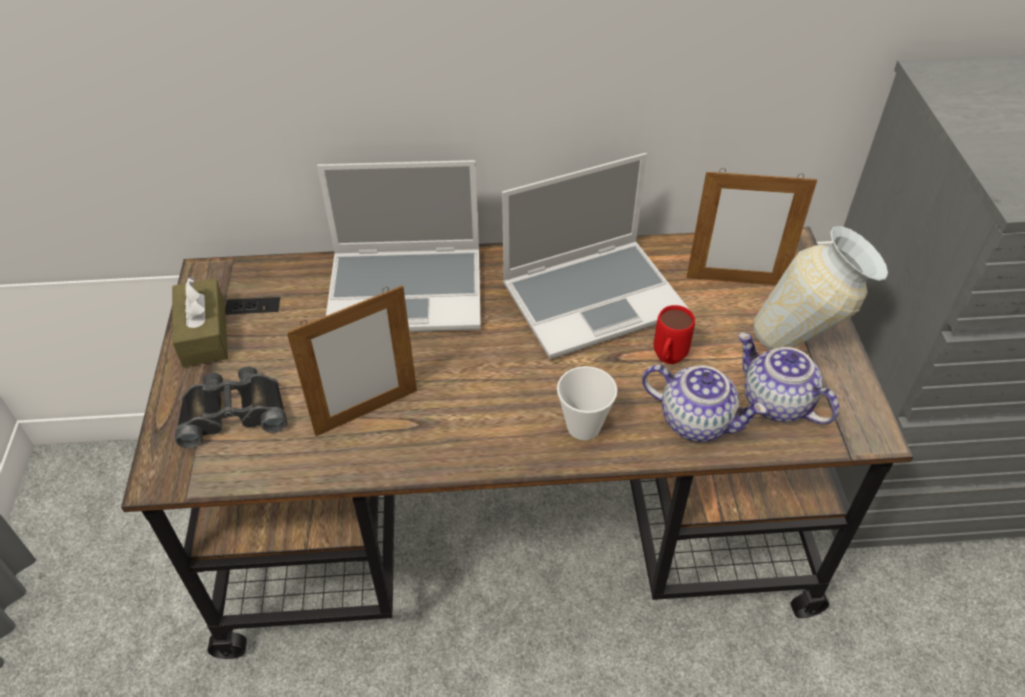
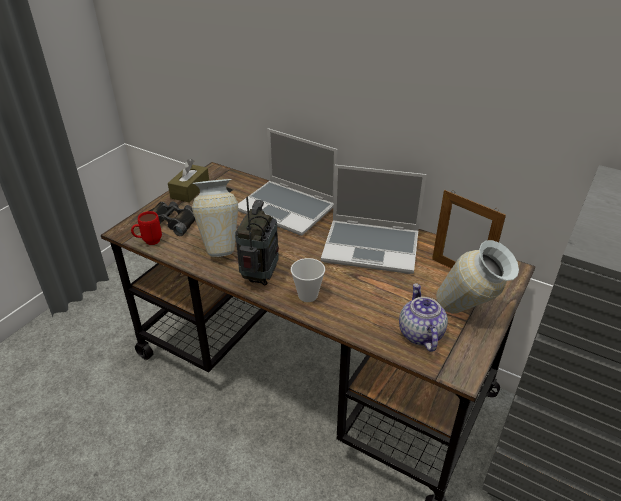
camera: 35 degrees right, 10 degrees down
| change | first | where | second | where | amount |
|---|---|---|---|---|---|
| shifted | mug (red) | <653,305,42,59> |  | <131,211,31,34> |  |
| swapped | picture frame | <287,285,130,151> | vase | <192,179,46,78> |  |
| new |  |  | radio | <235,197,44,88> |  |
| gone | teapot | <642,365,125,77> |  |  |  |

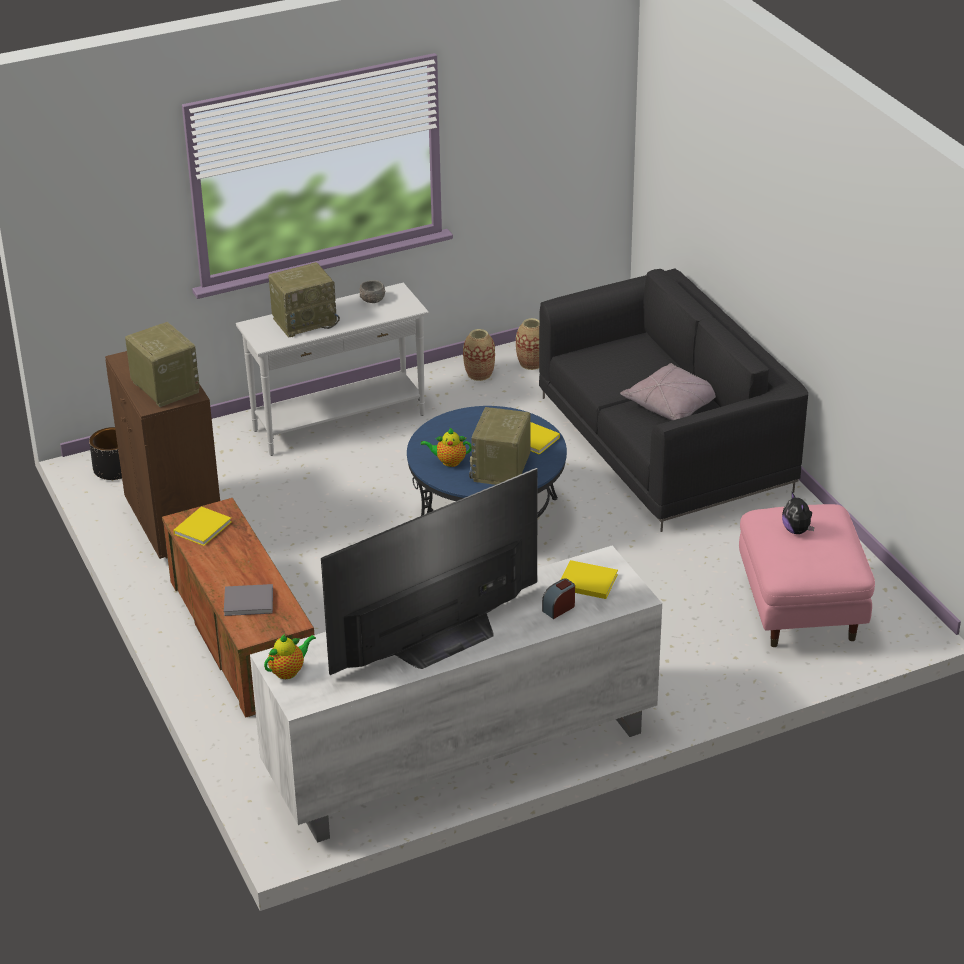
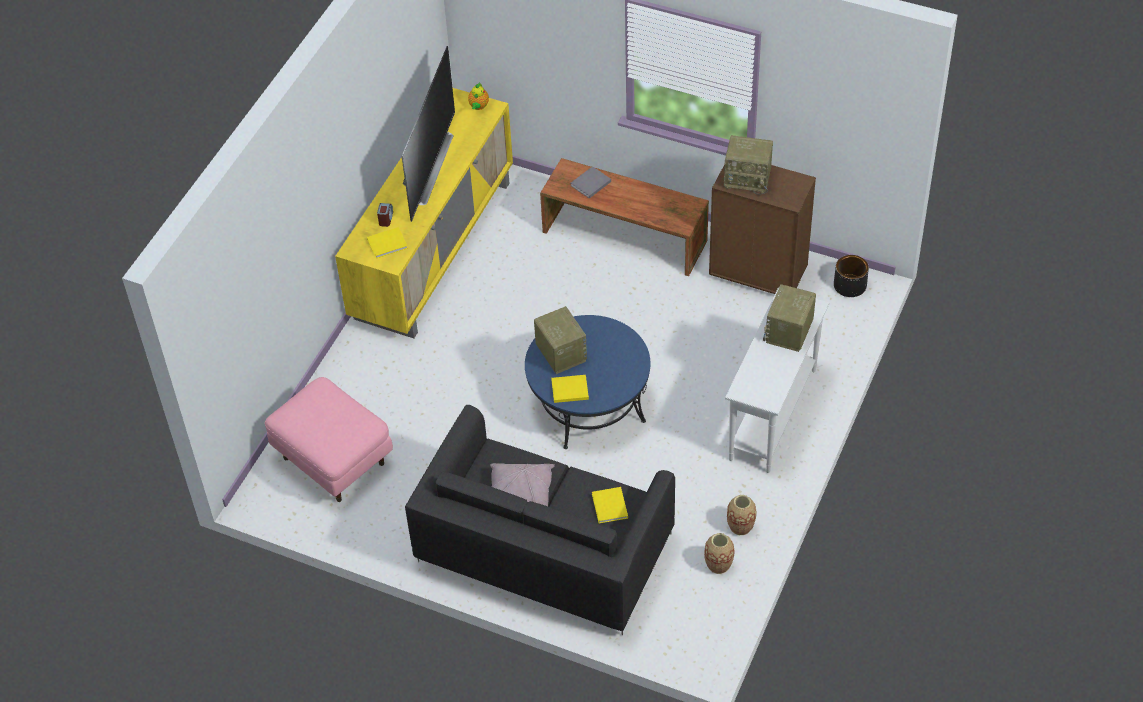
camera: 140 degrees right, 15 degrees up
| change | first | where | second | where | amount |
|---|---|---|---|---|---|
| repainted | tv stand (white) | <250,546,412,297> | tv stand (yellow) | <335,88,178,250> |  |
| shifted | book (yellow) | <173,506,58,40> |  | <592,487,36,36> |  |
| gone | bowl (grey) | <359,280,26,23> |  |  |  |
| gone | teapot | <421,428,51,39> |  |  |  |
| gone | plush toy | <782,491,32,43> |  |  |  |

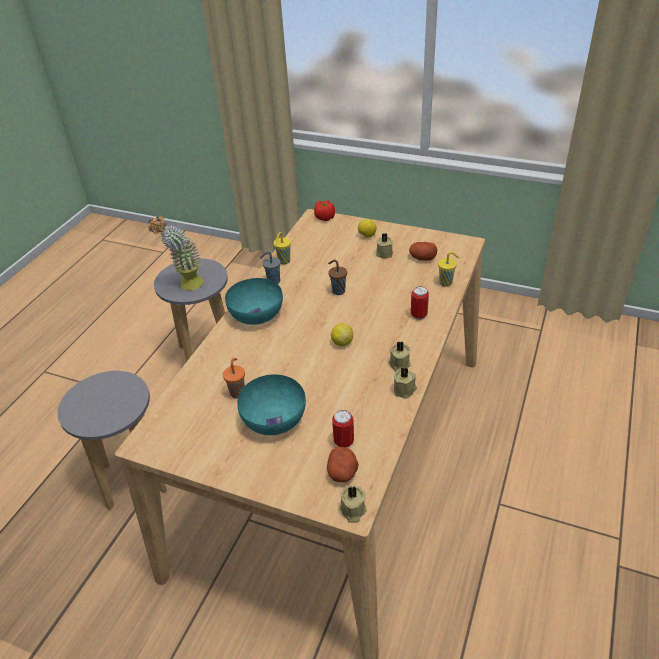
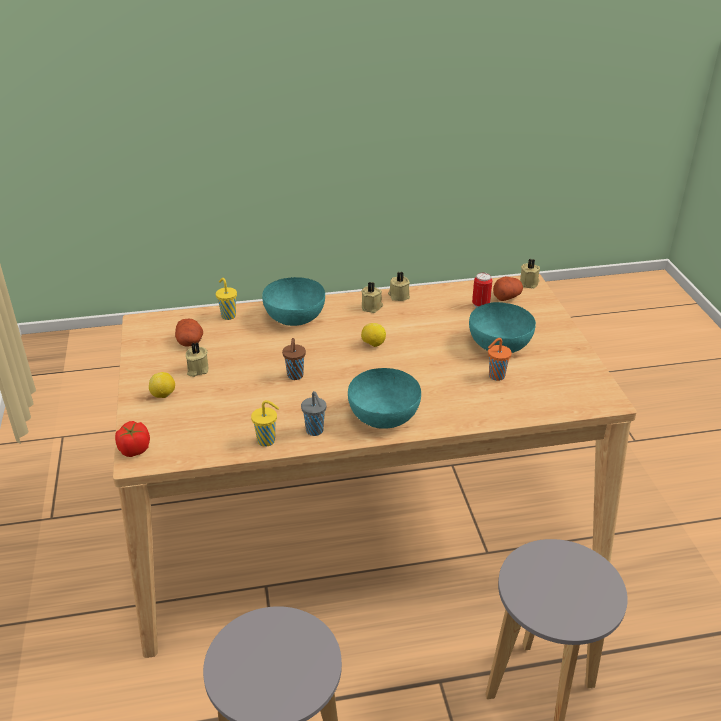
camera: 125 degrees left, 5 degrees down
| change | first | where | second | where | amount |
|---|---|---|---|---|---|
| swapped | can | <411,286,18,34> | bowl (turquoise) | <262,277,63,49> |  |
| gone | potted plant | <149,216,54,74> |  |  |  |

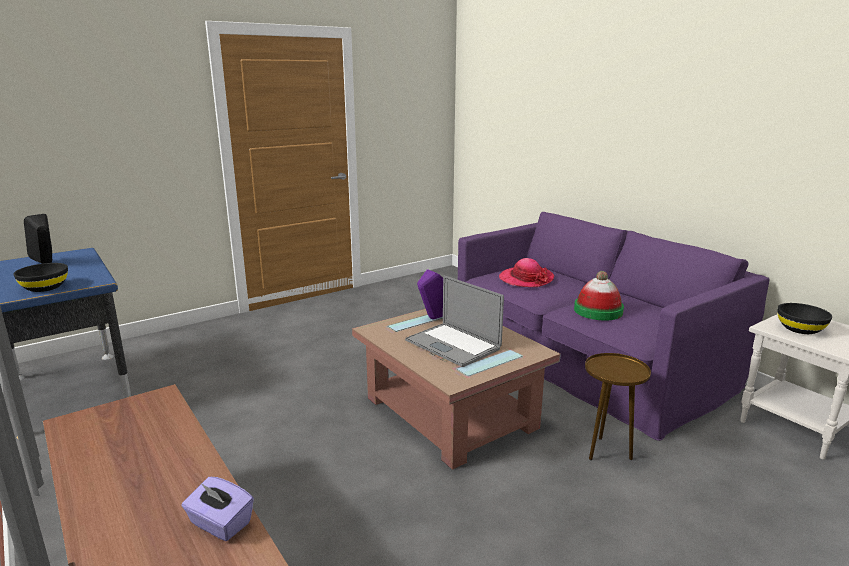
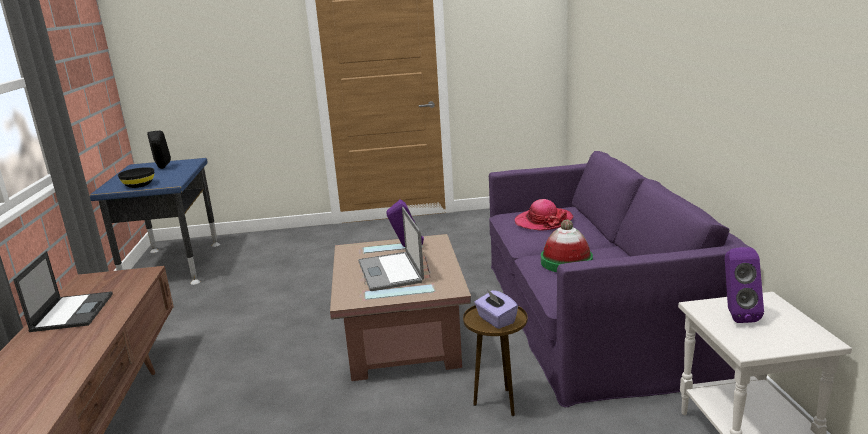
camera: 30 degrees right, 0 degrees up
| change | first | where | second | where | amount |
|---|---|---|---|---|---|
| new |  |  | laptop | <13,251,100,81> |  |
| shifted | tissue box (purple) | <182,477,72,64> |  | <474,290,44,39> |  |
| swapped | bowl (black) | <777,303,55,31> | speaker (purple) | <725,247,39,76> |  |

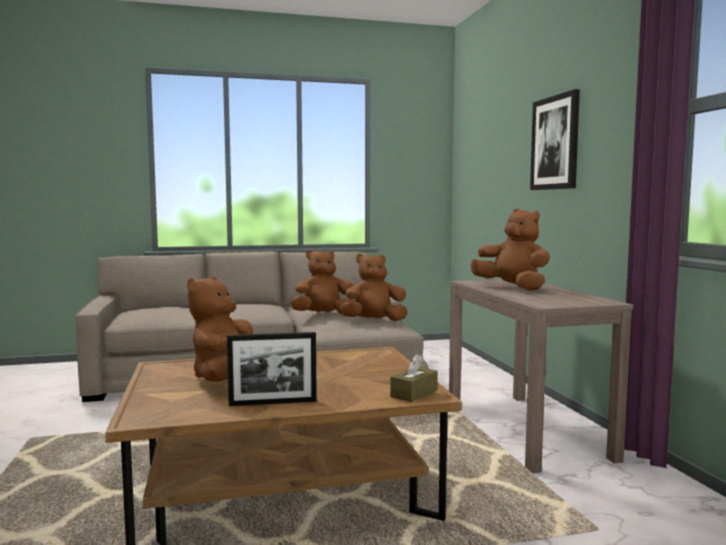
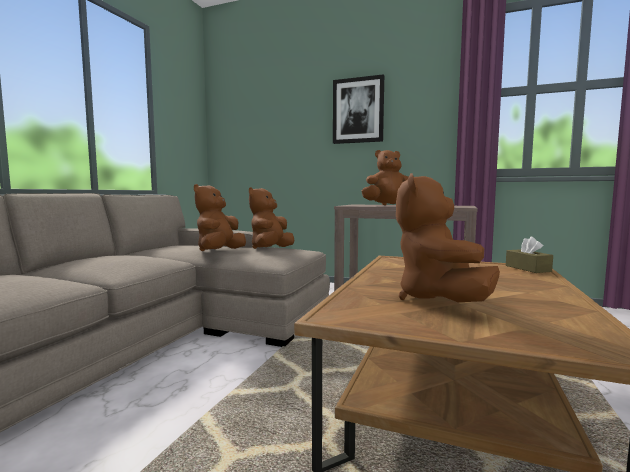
camera: 55 degrees left, 0 degrees up
| change | first | where | second | where | amount |
|---|---|---|---|---|---|
| rotated | plush toy (brown) | <187,276,66,106> |  | <396,173,104,129> | 45 degrees clockwise |
| gone | picture frame | <227,332,90,74> |  |  |  |

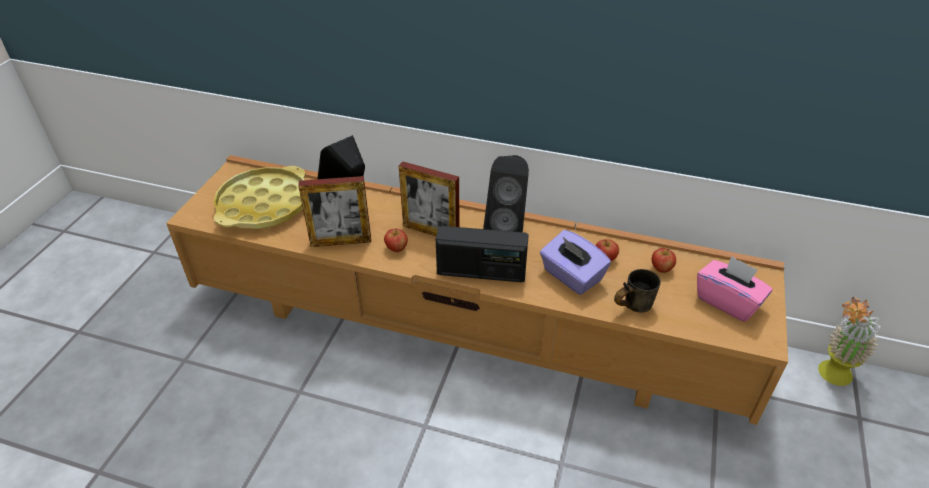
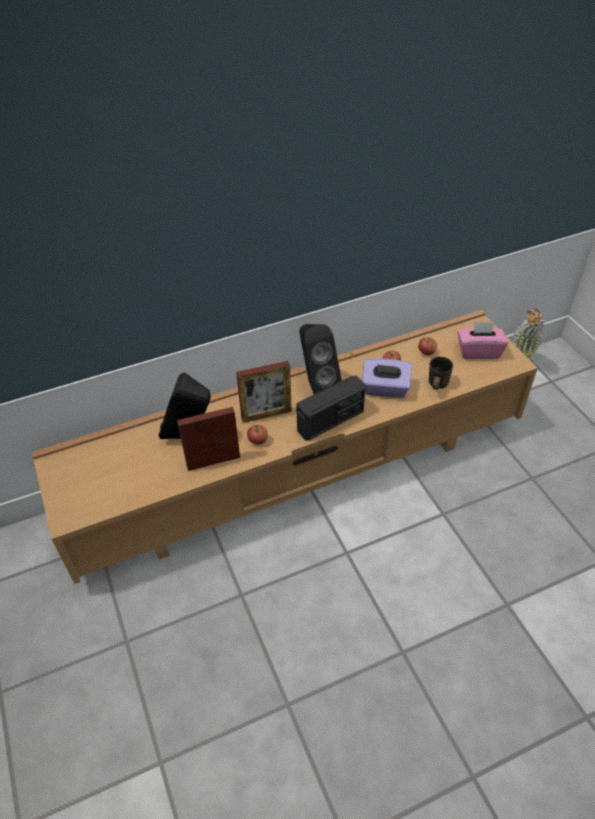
camera: 40 degrees left, 5 degrees up
| change | first | where | second | where | amount |
|---|---|---|---|---|---|
| rotated | picture frame | <298,176,73,71> |  | <177,407,63,64> | 150 degrees counterclockwise |
| gone | tray (yellow) | <213,166,92,63> |  |  |  |

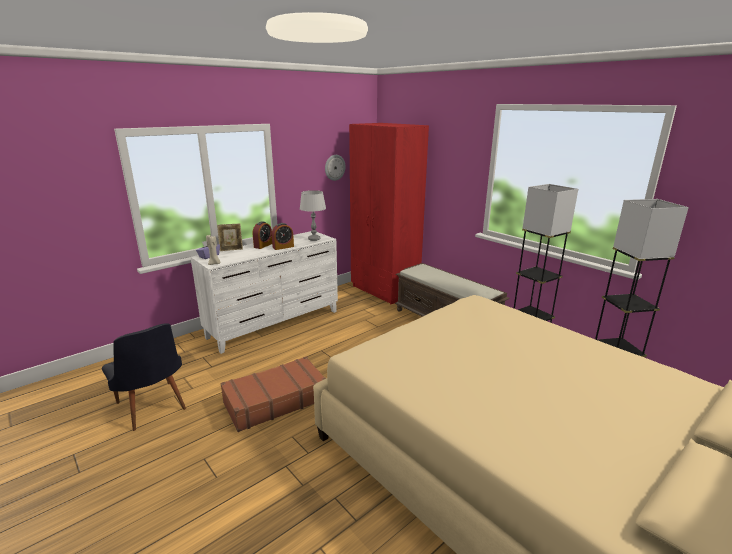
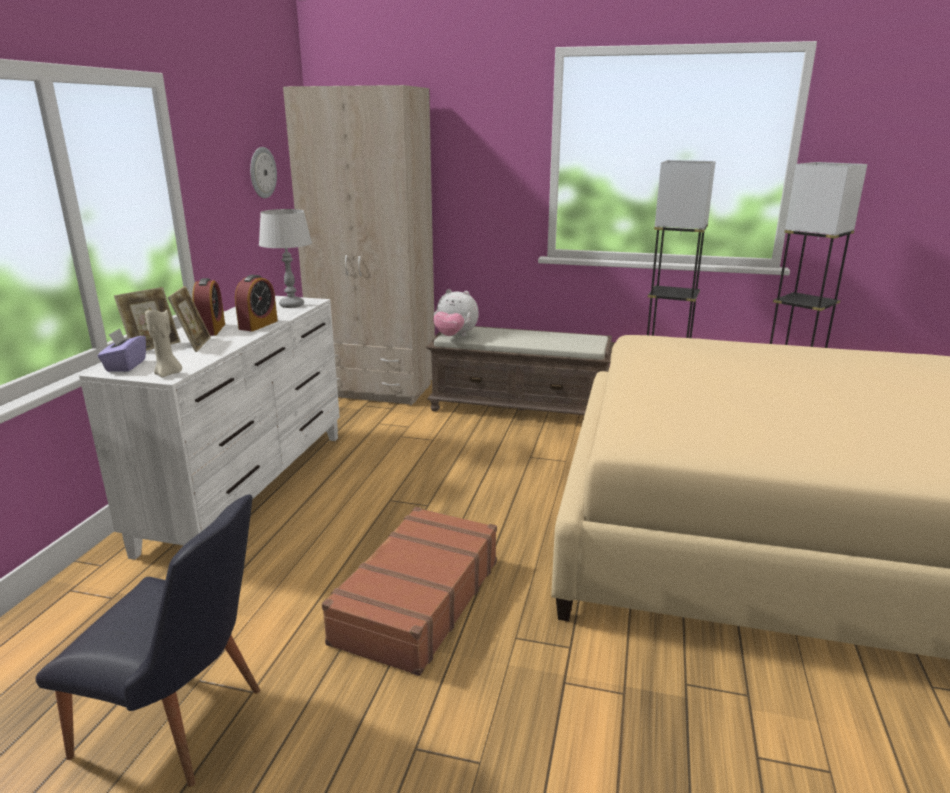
camera: 35 degrees left, 0 degrees up
| change | first | where | second | where | amount |
|---|---|---|---|---|---|
| new |  |  | picture frame | <168,286,43,66> |  |
| repainted | wardrobe (red) | <349,123,80,181> | wardrobe (beige) | <283,85,152,320> |  |
| new |  |  | plush toy | <433,289,46,47> |  |

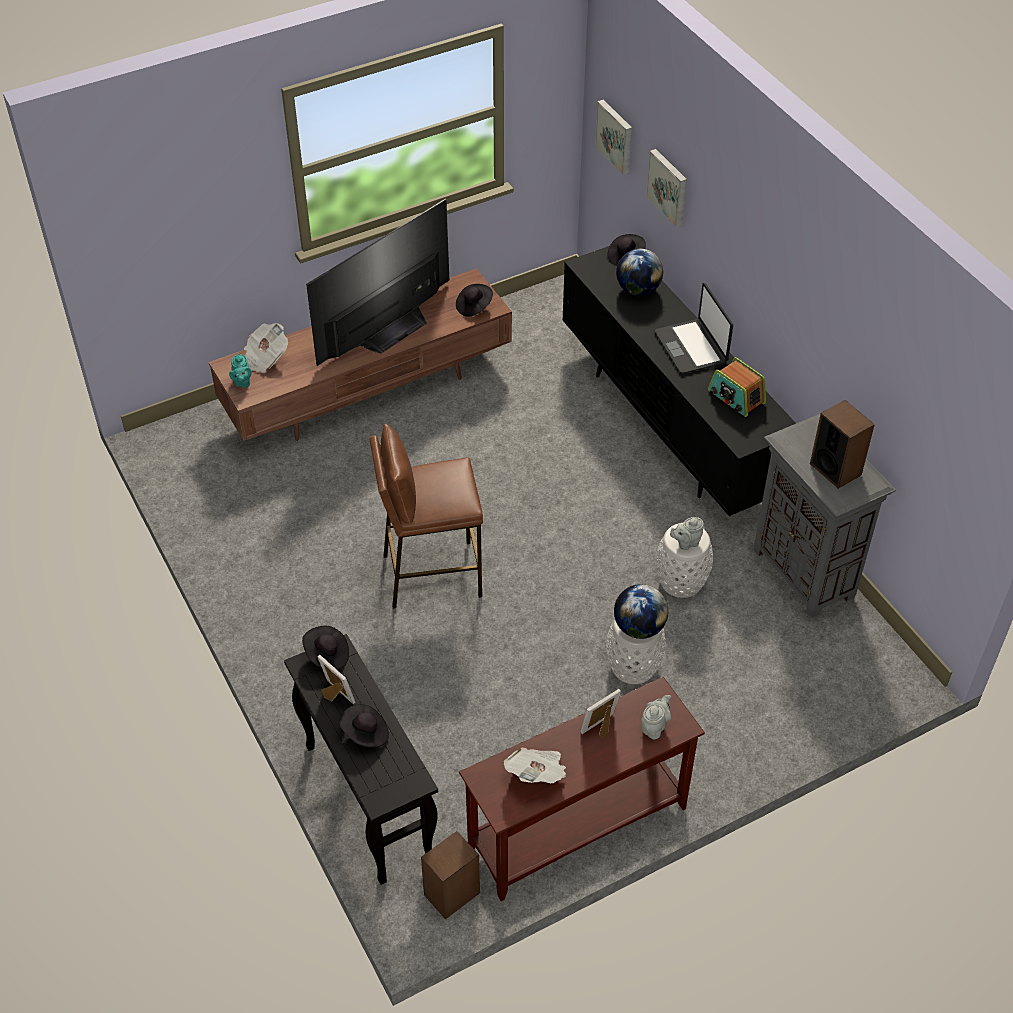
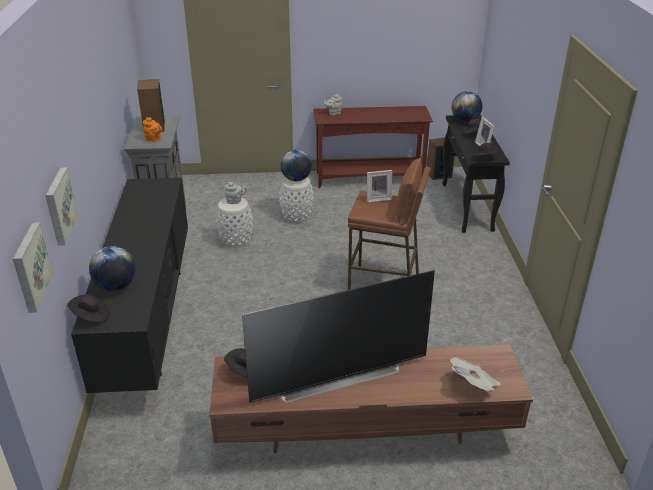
camera: 155 degrees left, 15 degrees down
| change | first | where | second | where | amount |
|---|---|---|---|---|---|
| new |  |  | teapot (orange) | <143,117,20,25> |  |
| shifted | picture frame | <580,689,41,49> |  | <367,170,25,32> |  |
| new |  |  | globe | <452,91,30,31> |  |
| gone | teapot (turquoise) | <229,353,23,35> |  |  |  |
| gone | newspaper | <504,748,62,35> |  |  |  |
| gone | laptop | <655,283,78,91> |  |  |  |
| gone | radio | <708,357,58,60> |  |  |  |

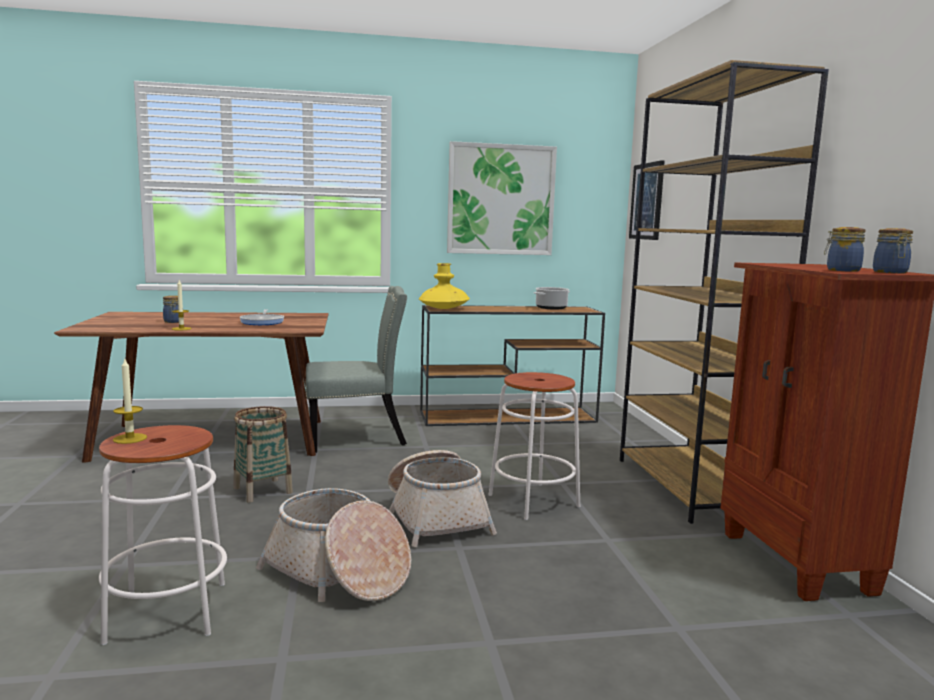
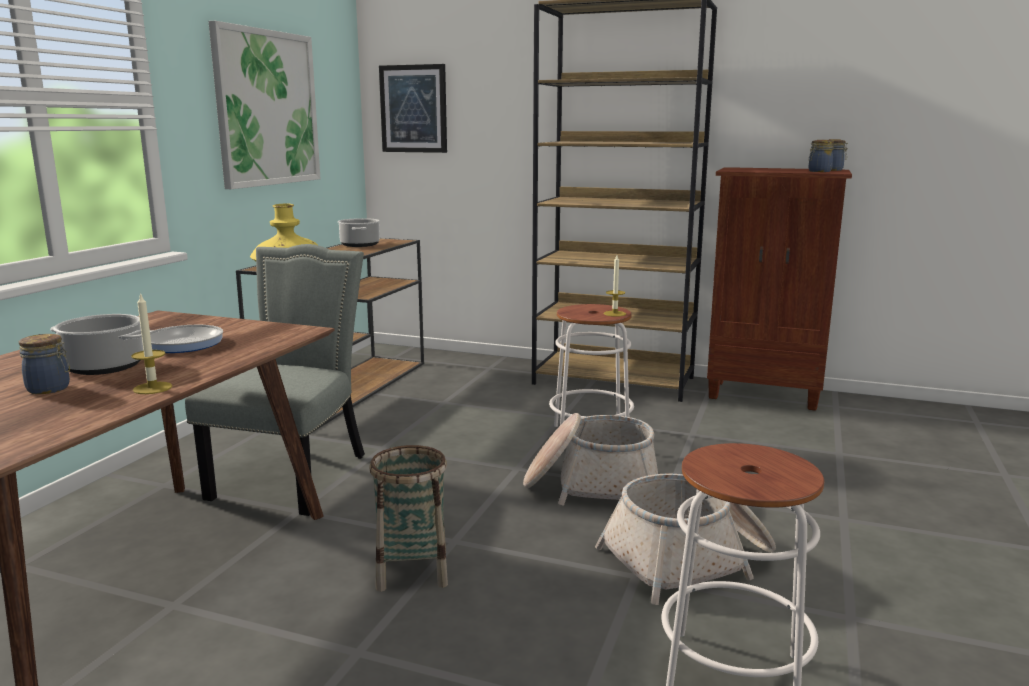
camera: 60 degrees left, 5 degrees up
| change | first | where | second | where | amount |
|---|---|---|---|---|---|
| new |  |  | cooking pot | <50,314,94,61> |  |
| shifted | candle | <113,357,34,87> |  | <604,255,22,62> |  |

